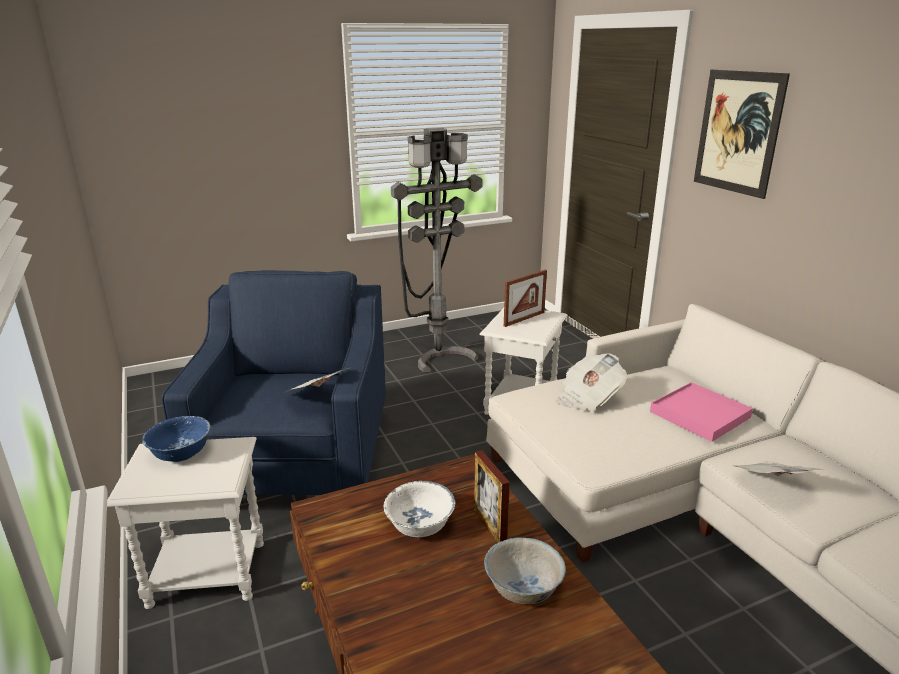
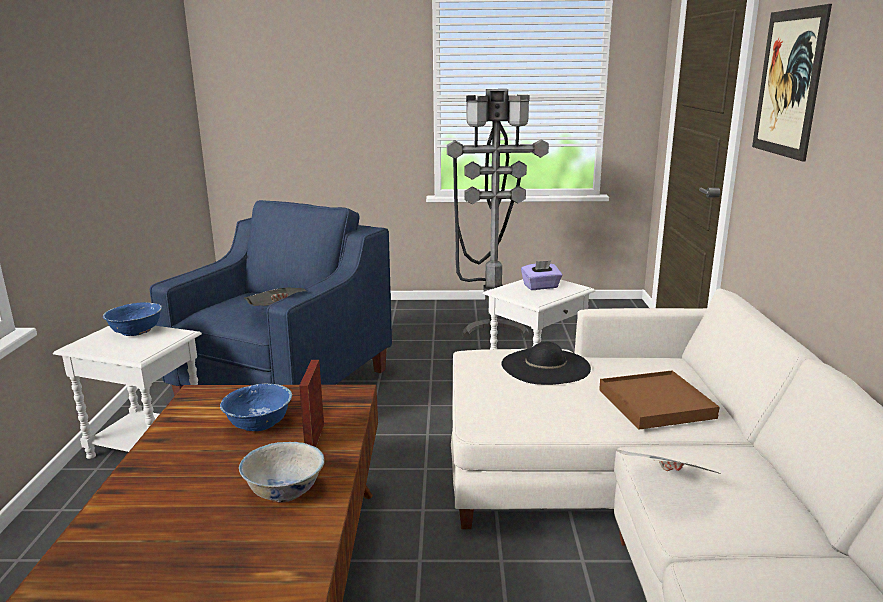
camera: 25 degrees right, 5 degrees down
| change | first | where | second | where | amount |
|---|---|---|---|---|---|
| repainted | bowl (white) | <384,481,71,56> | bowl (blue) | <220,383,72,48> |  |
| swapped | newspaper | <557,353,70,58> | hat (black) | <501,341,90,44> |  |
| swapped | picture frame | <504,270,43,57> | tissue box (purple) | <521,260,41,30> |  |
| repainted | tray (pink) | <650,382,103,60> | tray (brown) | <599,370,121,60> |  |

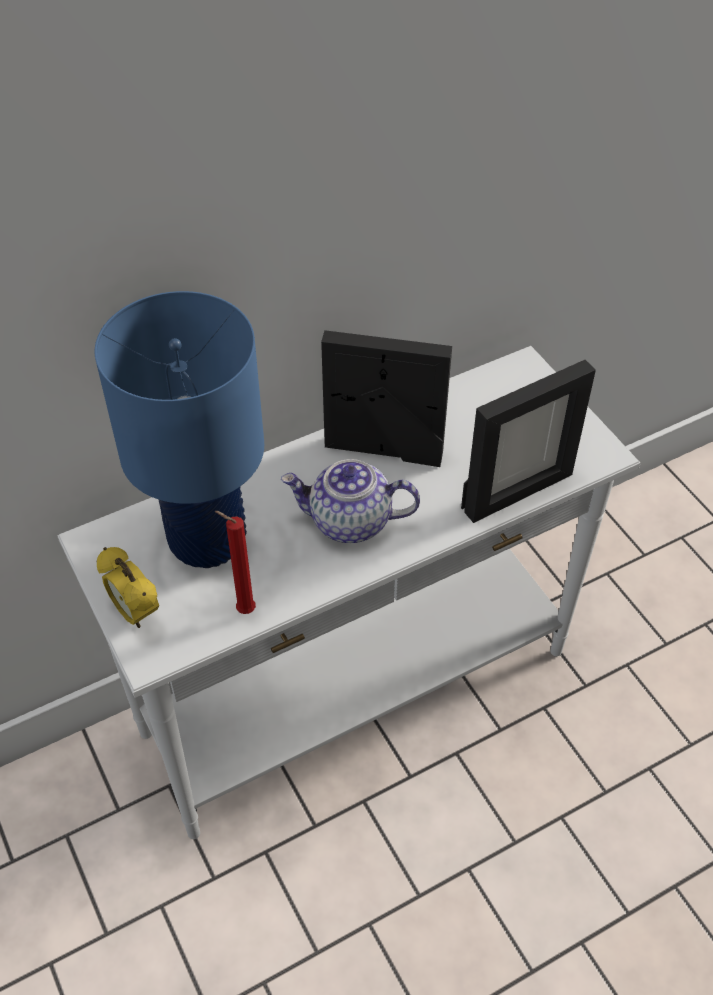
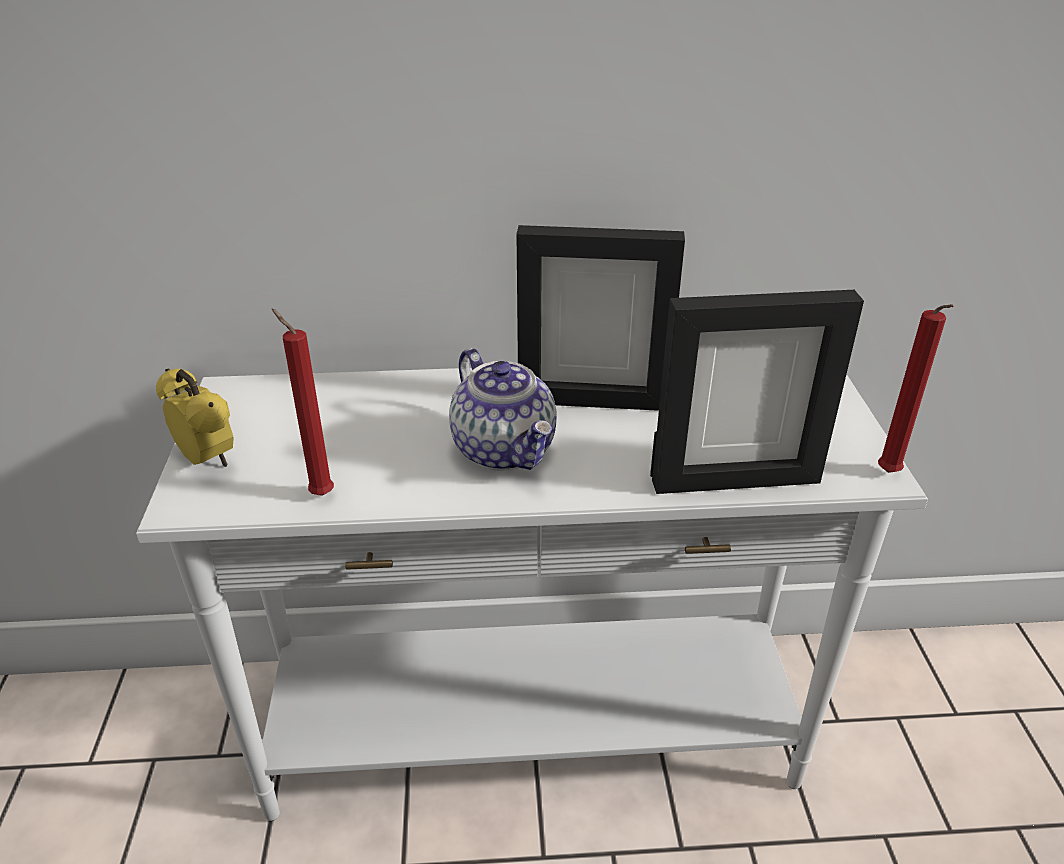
camera: 25 degrees right, 15 degrees down
| change | first | where | second | where | amount |
|---|---|---|---|---|---|
| rotated | alarm clock | <97,547,62,81> |  | <156,368,78,99> | 150 degrees clockwise |
| rotated | teapot | <281,459,139,84> |  | <449,348,108,123> | 150 degrees counterclockwise |
| rotated | picture frame | <321,330,131,137> |  | <517,225,168,186> | 150 degrees clockwise |
| new |  |  | candle (red) | <878,304,75,169> |  |
| gone | table lamp (blue) | <94,291,170,277> |  |  |  |

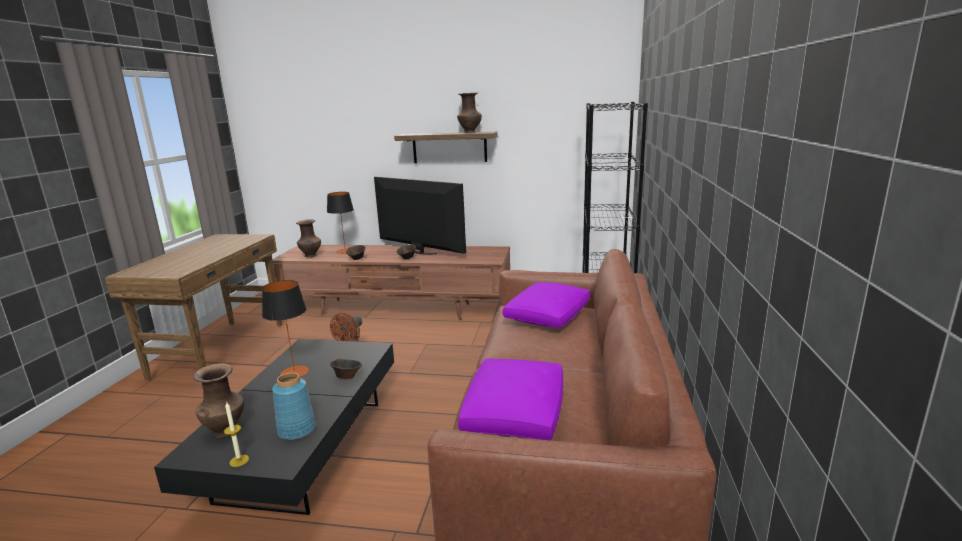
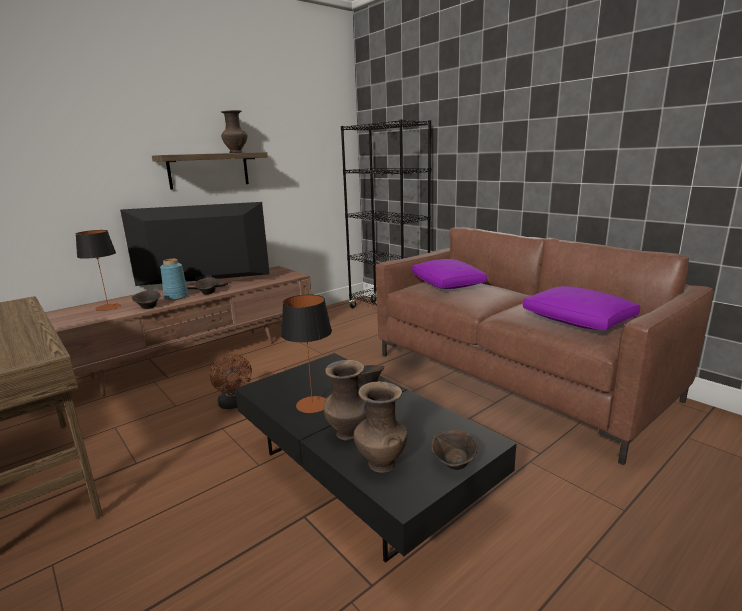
camera: 50 degrees left, 0 degrees up
| change | first | where | second | where | amount |
|---|---|---|---|---|---|
| shifted | vase (blue) | <272,372,44,68> |  | <160,259,29,41> |  |
| shifted | vase (brown) | <296,219,25,39> |  | <323,360,43,80> |  |
| swapped | candle | <224,401,25,66> | bowl (brown) | <431,430,47,40> |  |

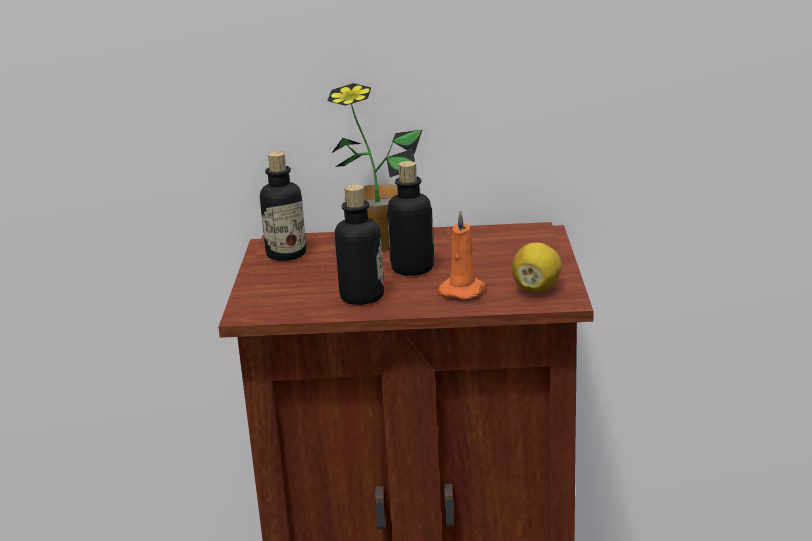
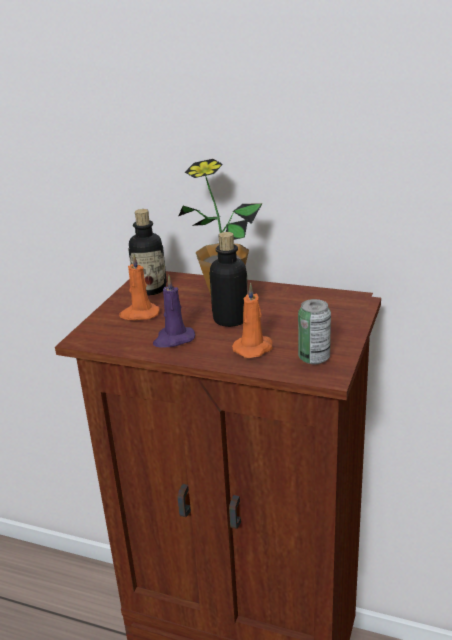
camera: 20 degrees right, 5 degrees up
| change | first | where | second | where | amount |
|---|---|---|---|---|---|
| new |  |  | candle (orange) | <119,253,41,67> |  |
| swapped | bottle | <335,184,49,121> | candle (purple) | <153,275,42,73> |  |
| swapped | lemon | <512,243,50,49> | can | <298,299,33,65> |  |

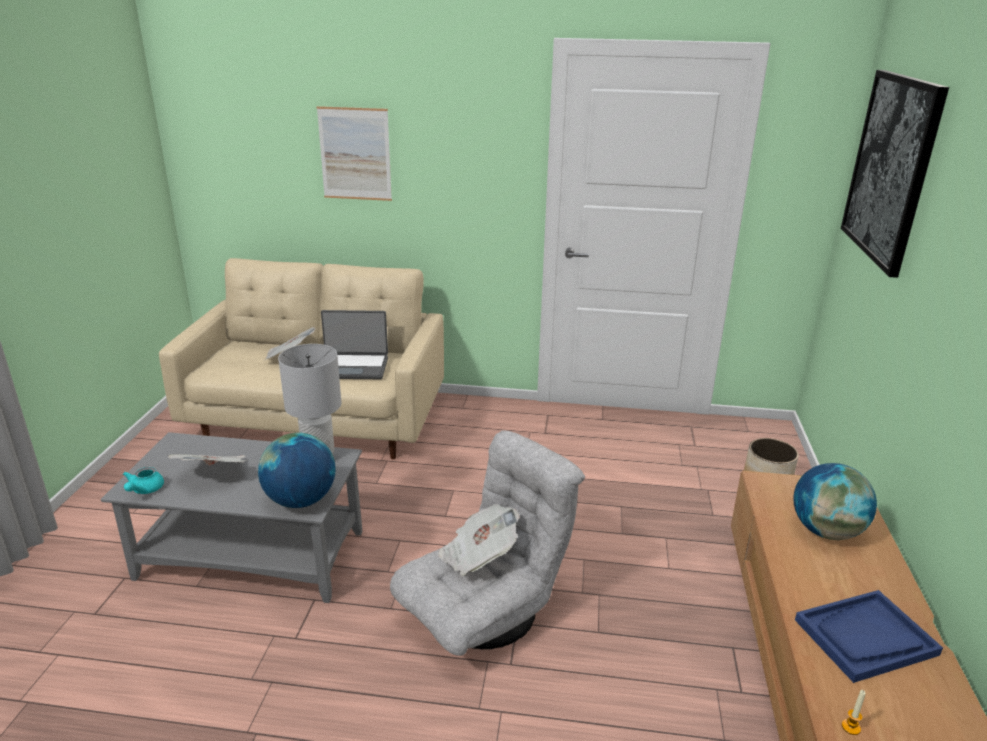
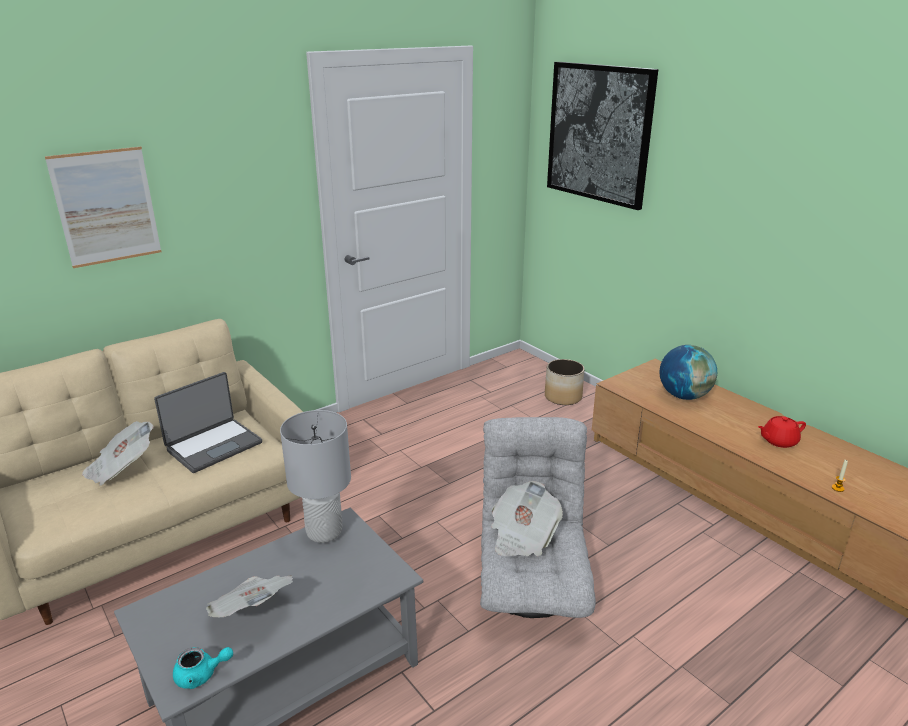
camera: 45 degrees left, 0 degrees up
| change | first | where | second | where | amount |
|---|---|---|---|---|---|
| rotated | teapot (turquoise) | <123,467,41,27> |  | <173,647,60,42> | 60 degrees counterclockwise |
| swapped | tray (blue) | <795,590,148,93> | teapot (red) | <758,416,48,32> |  |
| gone | globe | <258,433,78,75> |  |  |  |

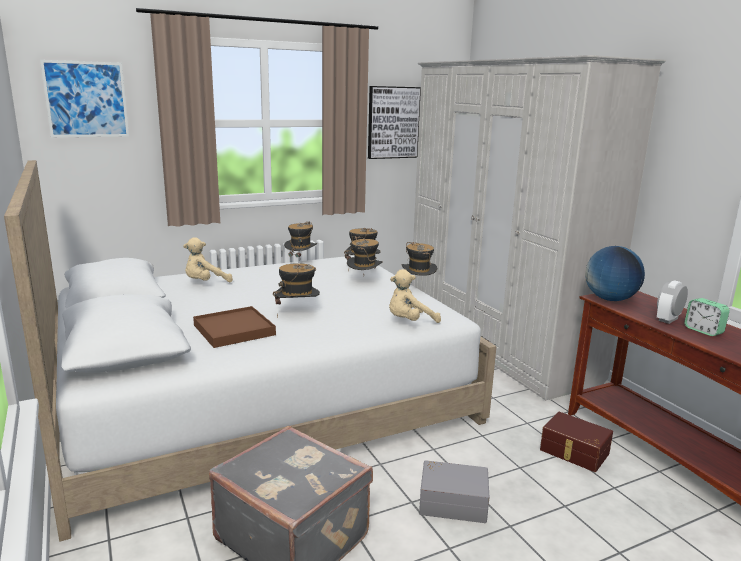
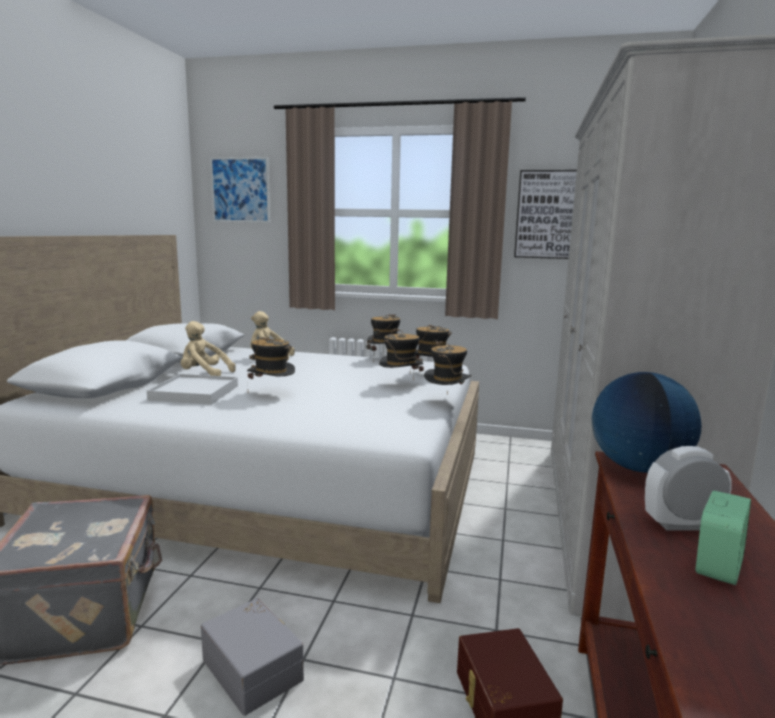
camera: 40 degrees right, 5 degrees down
| change | first | where | second | where | amount |
|---|---|---|---|---|---|
| repainted | tray (brown) | <193,306,83,42> | tray (white) | <147,374,91,31> |  |
| shifted | plush toy (beige) | <389,269,52,54> |  | <181,321,55,55> |  |
| rotated | alarm clock | <684,298,46,38> |  | <696,491,55,94> | 150 degrees counterclockwise |

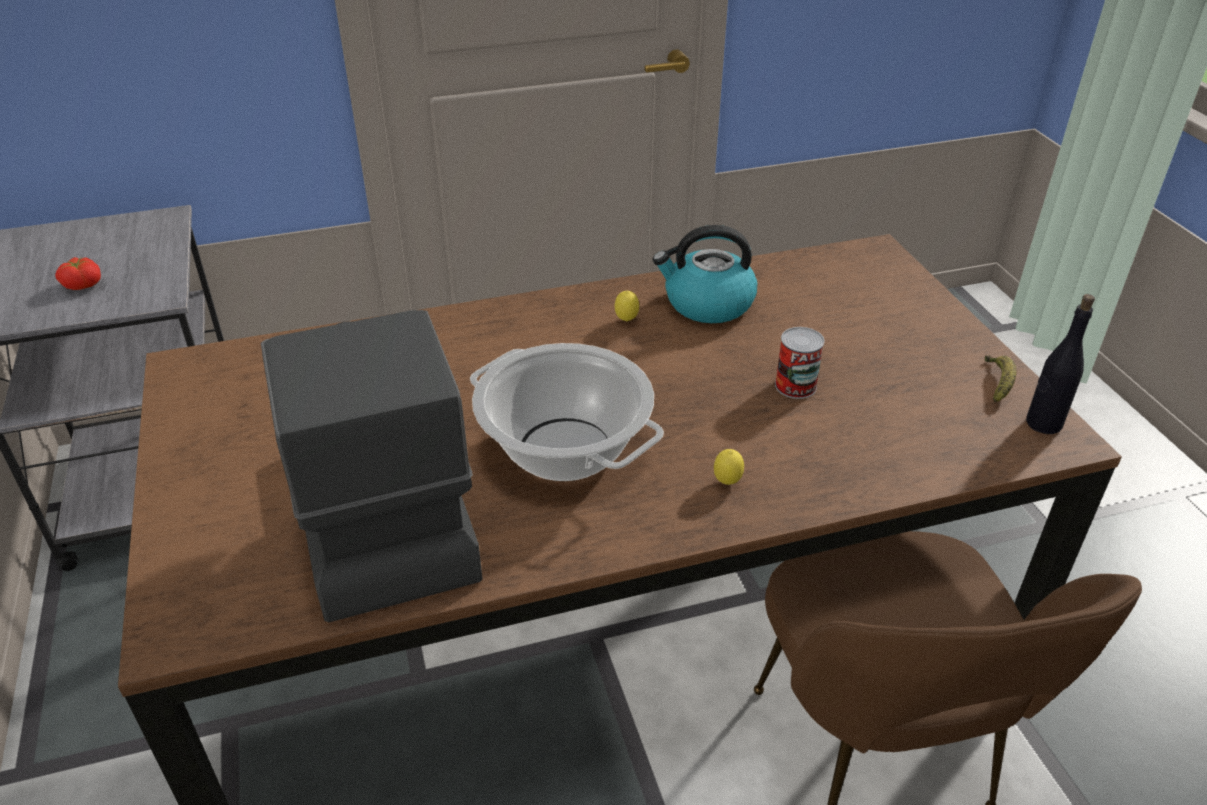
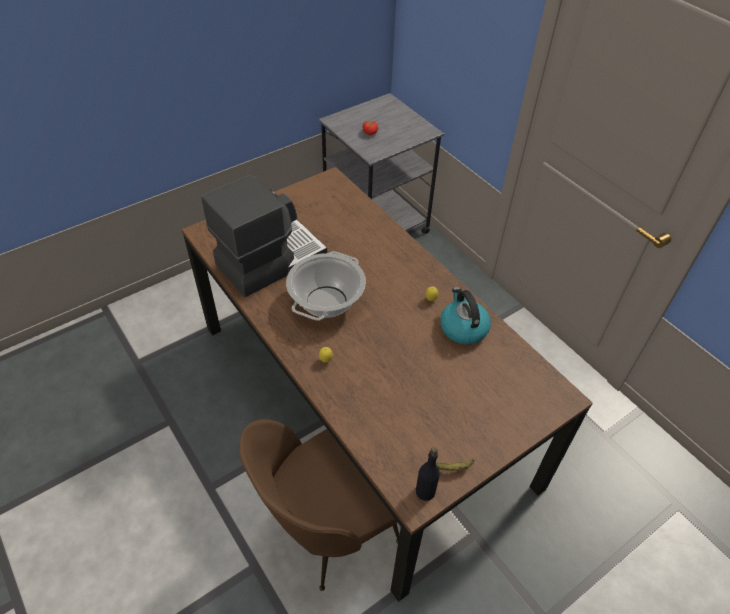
camera: 70 degrees right, 10 degrees up
| change | first | where | second | where | amount |
|---|---|---|---|---|---|
| gone | can | <775,327,50,72> |  |  |  |

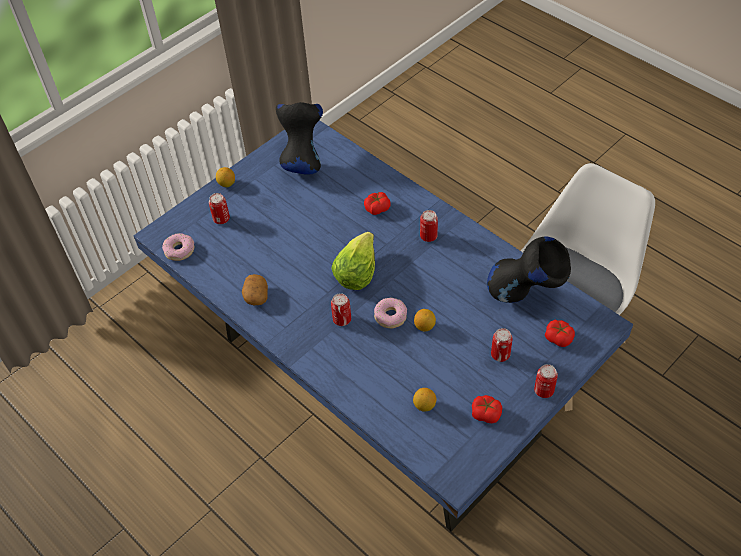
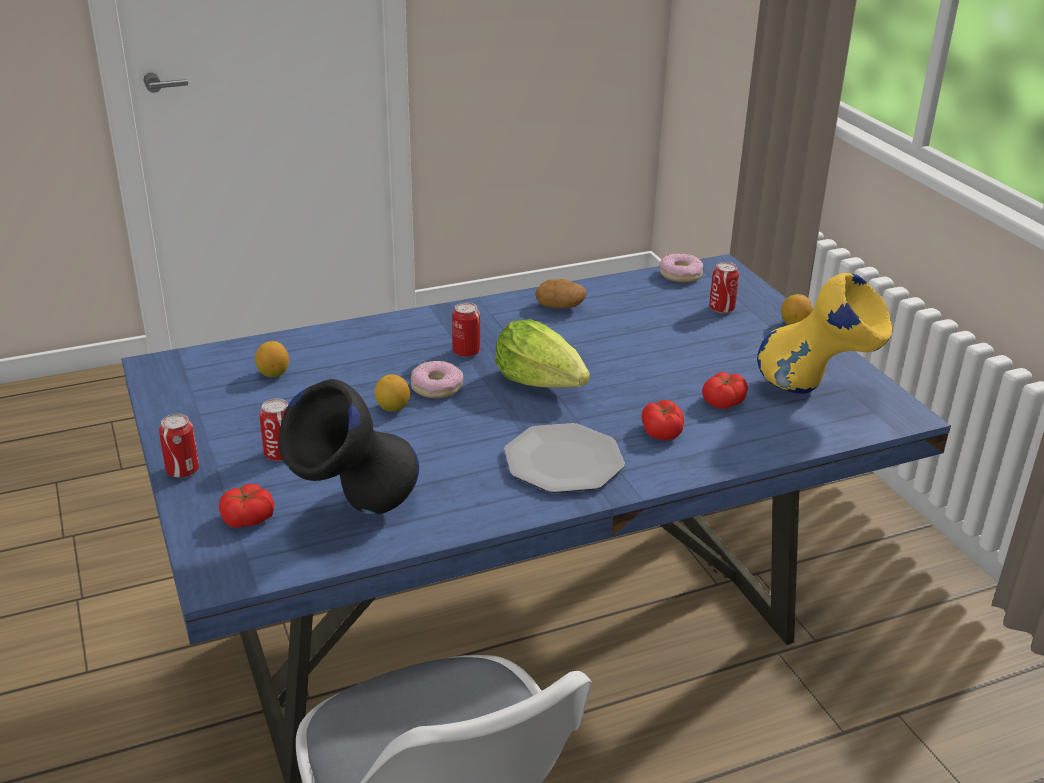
camera: 110 degrees right, 20 degrees down
| change | first | where | second | where | amount |
|---|---|---|---|---|---|
| swapped | can | <420,210,18,32> | plate | <504,423,121,70> |  |
| shifted | tomato | <472,395,30,28> |  | <702,372,46,37> |  |
| repainted | vase (black) | <276,102,47,73> | vase (yellow) | <757,273,135,121> |  |

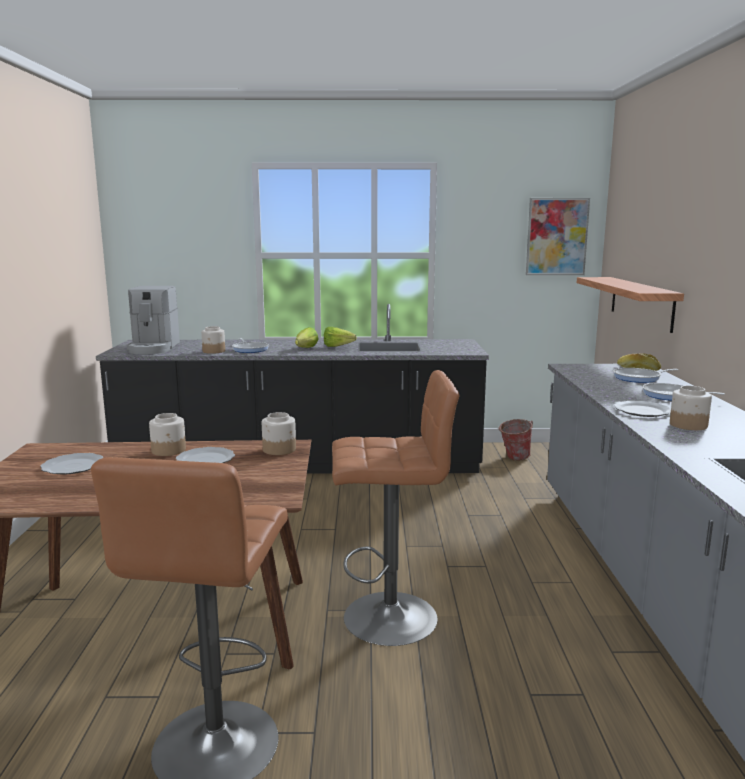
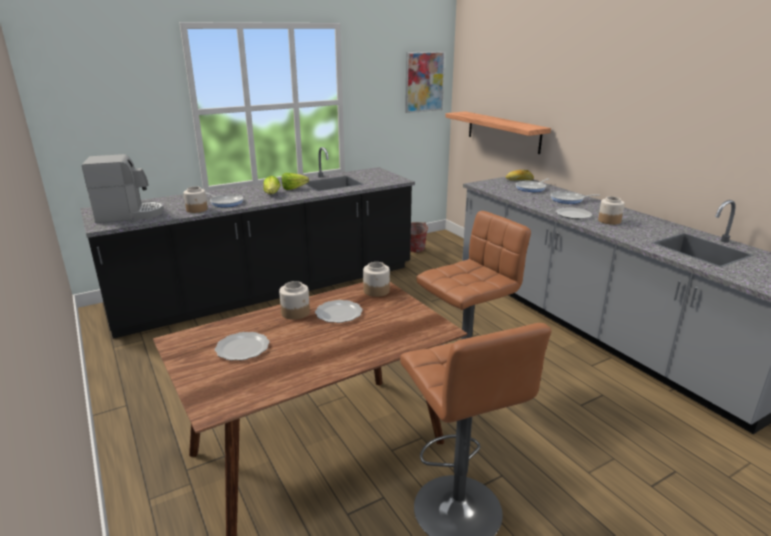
camera: 30 degrees left, 10 degrees up
| change | first | where | second | where | amount |
|---|---|---|---|---|---|
| rotated | coffee machine | <127,286,53,68> |  | <82,154,82,69> | 75 degrees counterclockwise |

